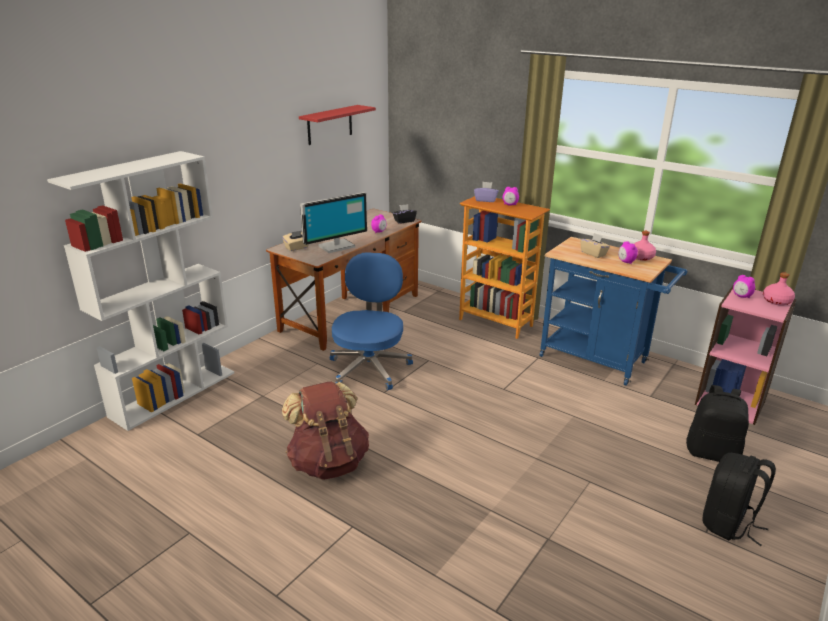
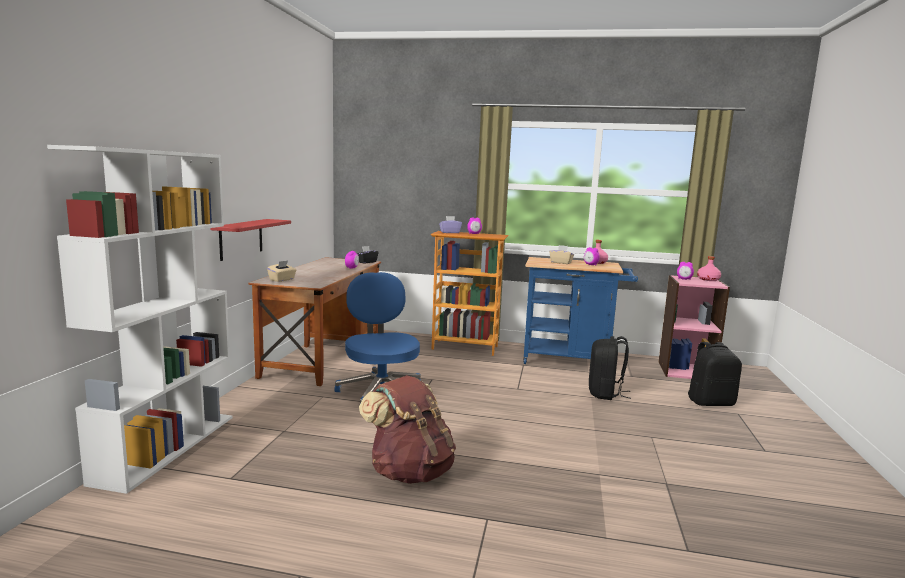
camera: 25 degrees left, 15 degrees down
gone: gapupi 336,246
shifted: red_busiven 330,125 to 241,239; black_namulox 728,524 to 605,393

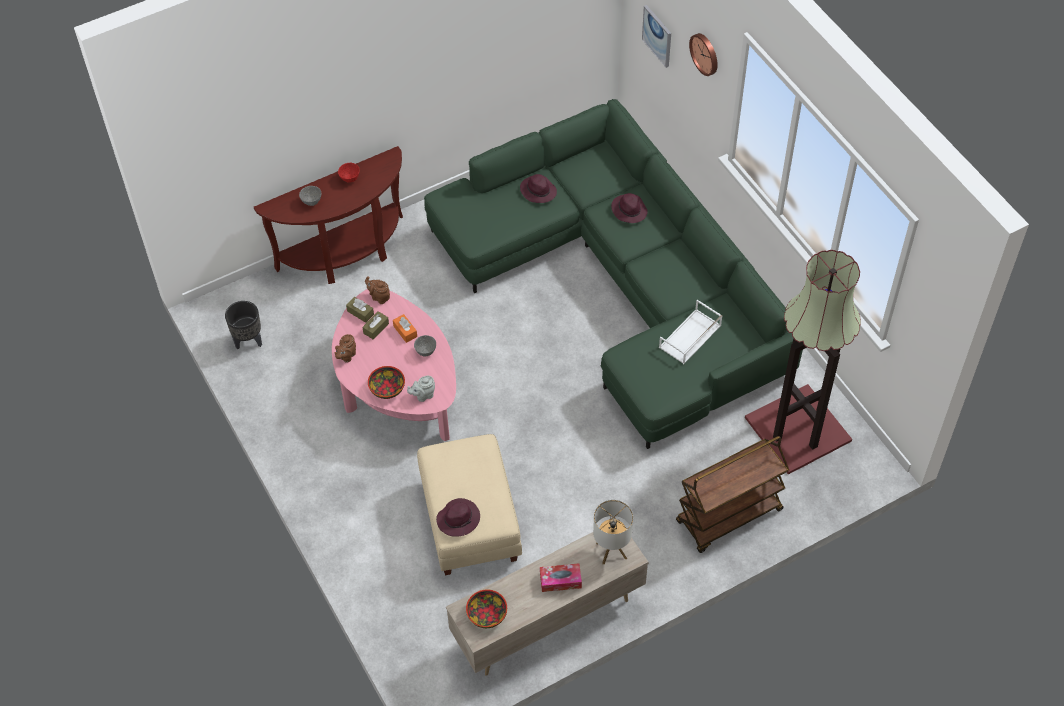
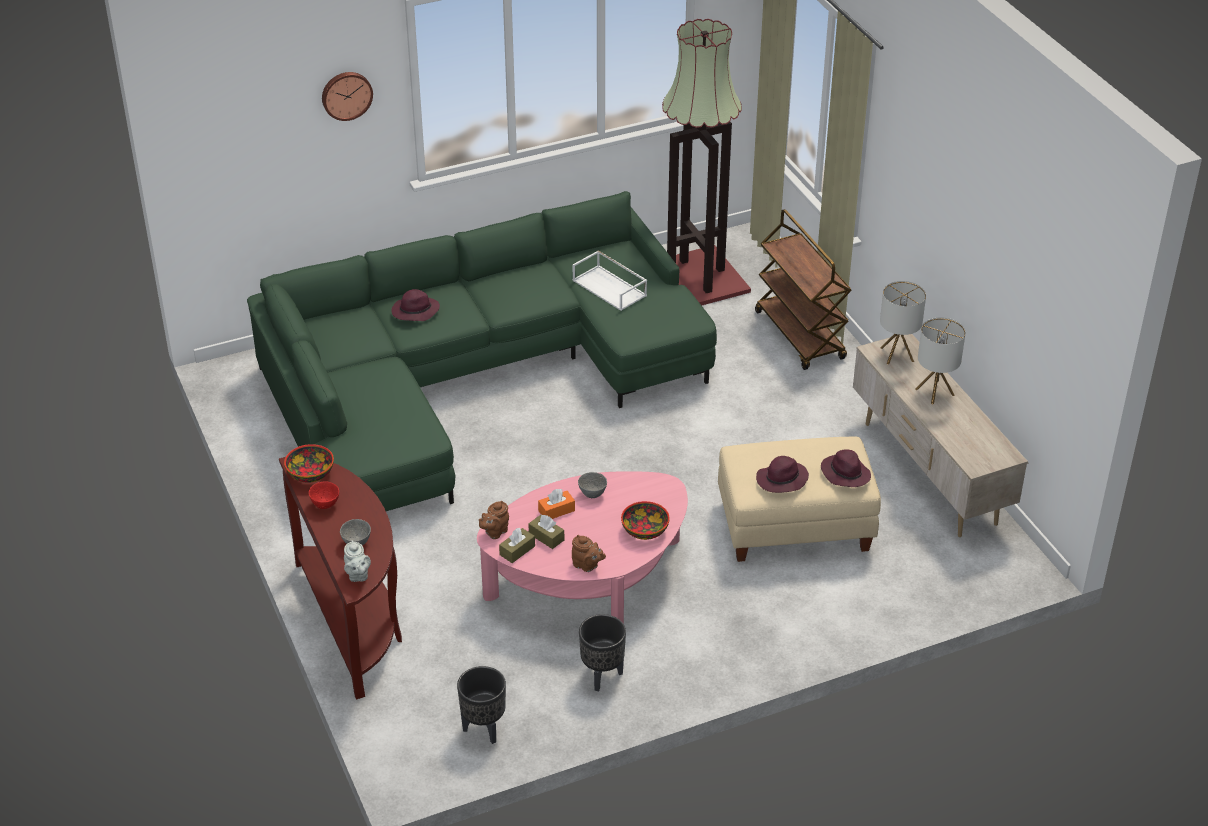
camera: 85 degrees left, 15 degrees down
gone: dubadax 657,35
new: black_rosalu 602,676
shifted: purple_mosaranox 538,191 to 781,480; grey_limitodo 423,395 to 357,575; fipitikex 487,614 to 310,473
swapped: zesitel 560,580 to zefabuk 935,392

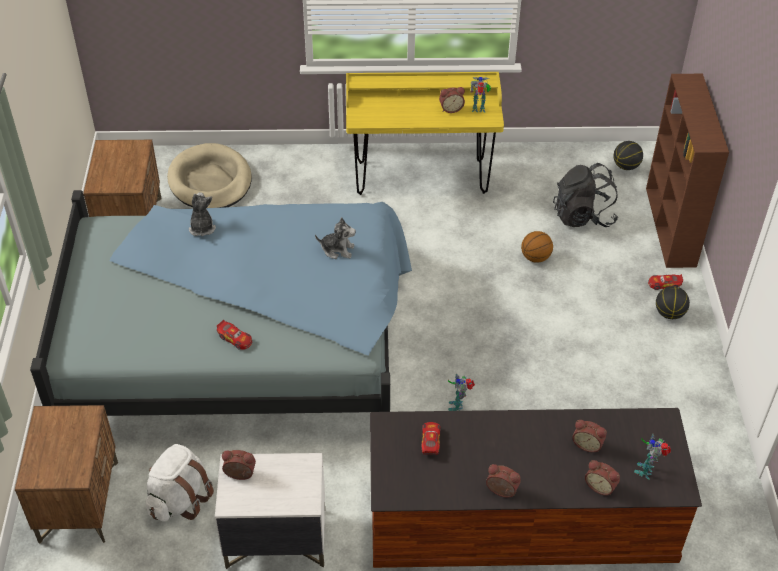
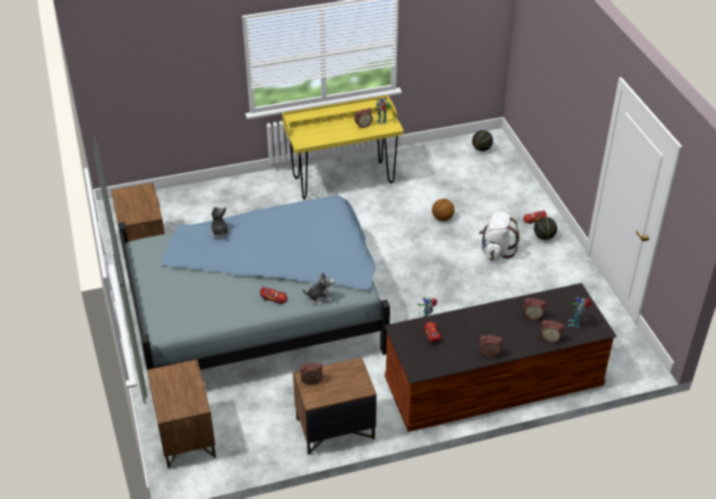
camera: 15 degrees left, 5 degrees down
gone: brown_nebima 671,227; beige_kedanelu 210,181; black_namulox 583,216
shifted: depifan 337,249 to 320,297; white_namulox 179,500 to 496,251
repainted: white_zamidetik 275,539 to brown_zamidetik 334,429

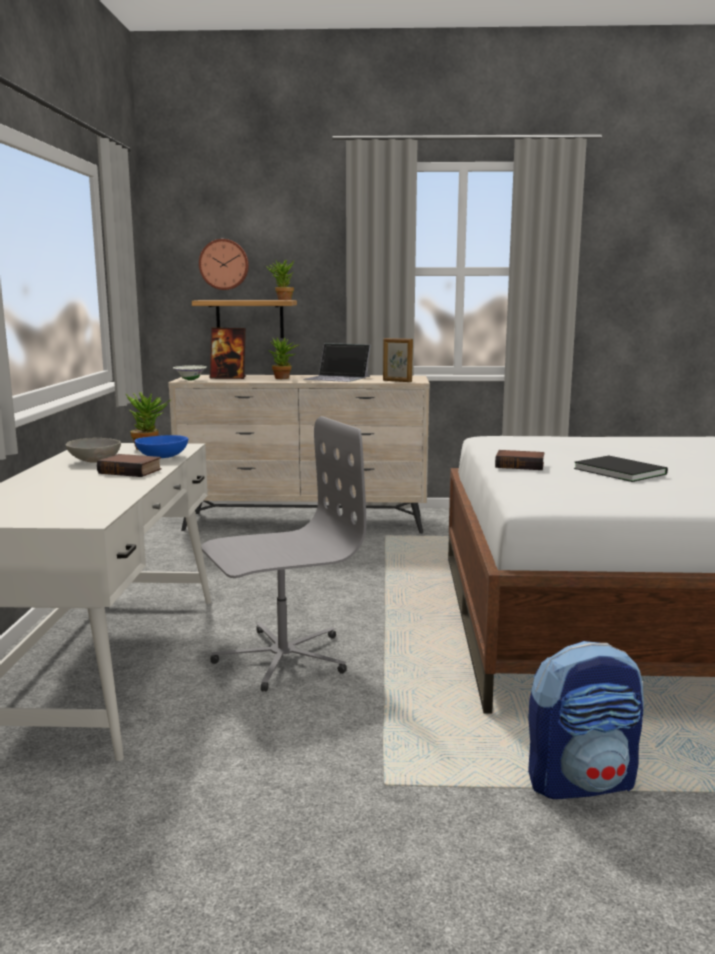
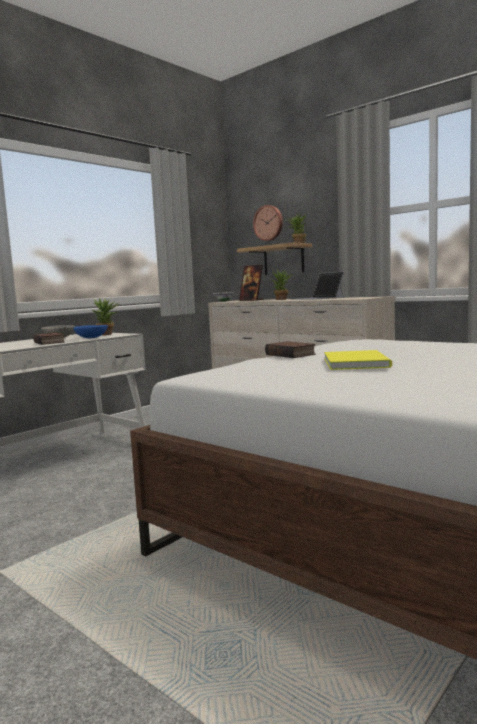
camera: 40 degrees right, 5 degrees down
gone: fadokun 397,381; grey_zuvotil 282,657; namulox 582,781
repainted: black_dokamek 619,470 to yellow_dokamek 357,362

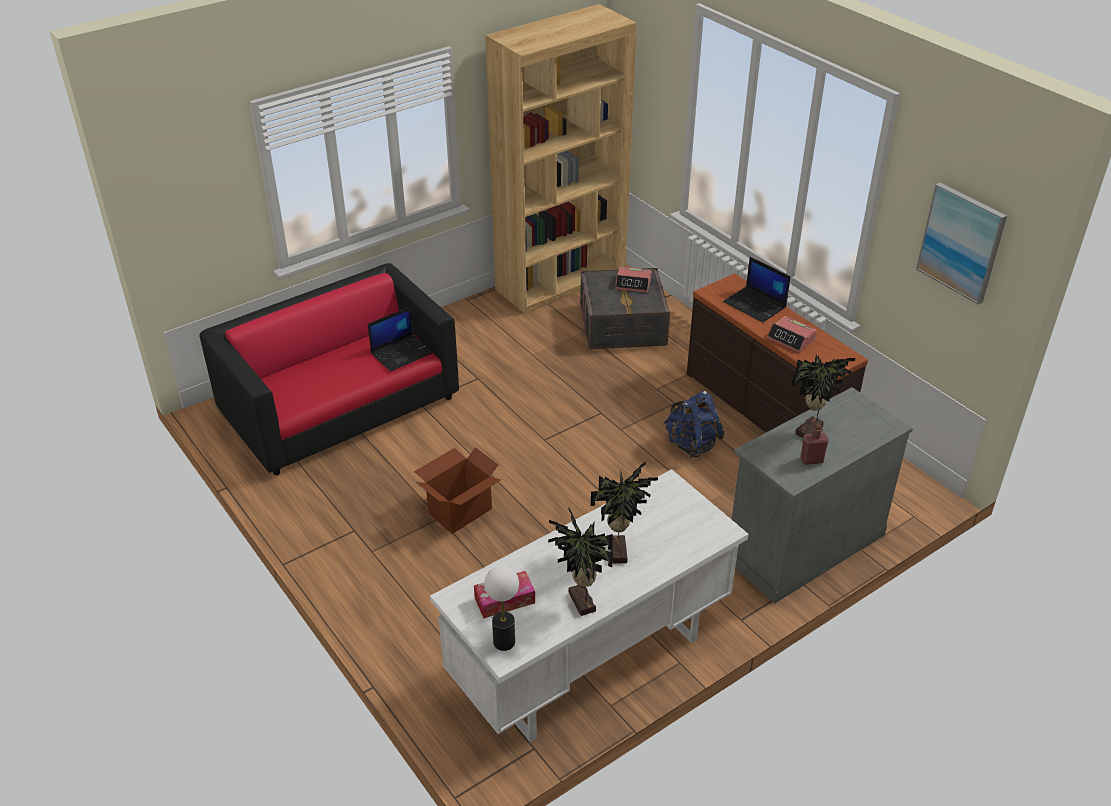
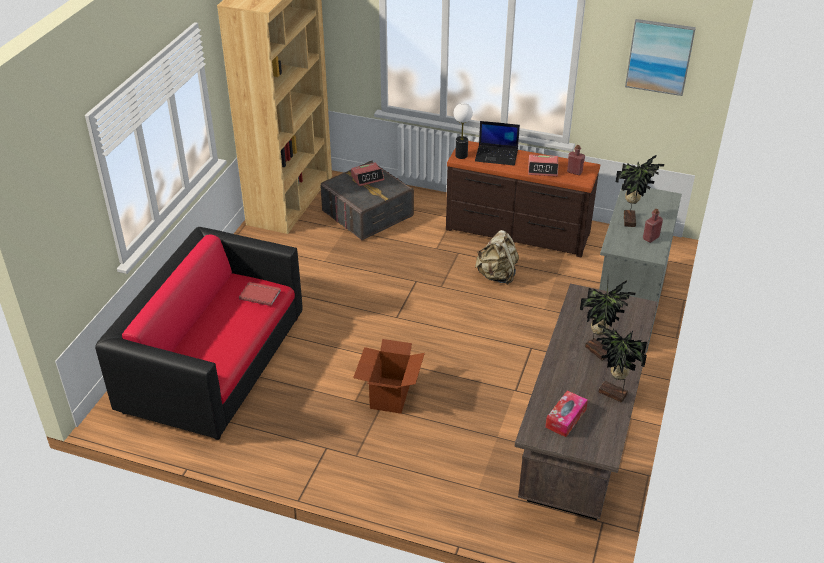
camera: 35 degrees left, 0 degrees up
new: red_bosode 574,172
shifted: zefabuk 504,642 to 461,155
swapped: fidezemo 402,353 to red_dokamek 260,294
repainted: blue_namulox 691,444 to beige_namulox 497,275; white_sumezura 590,662 to brown_sumezura 579,448

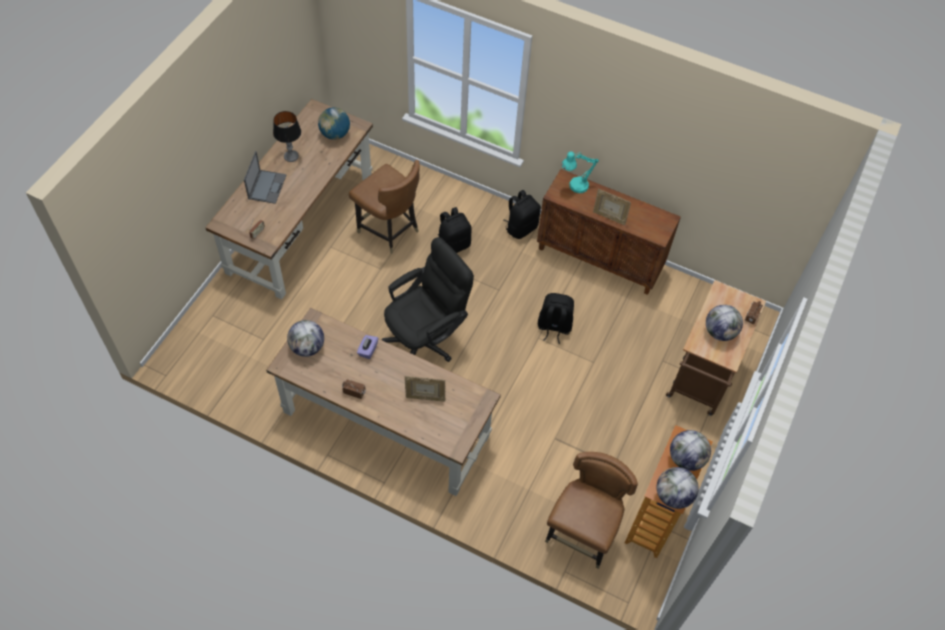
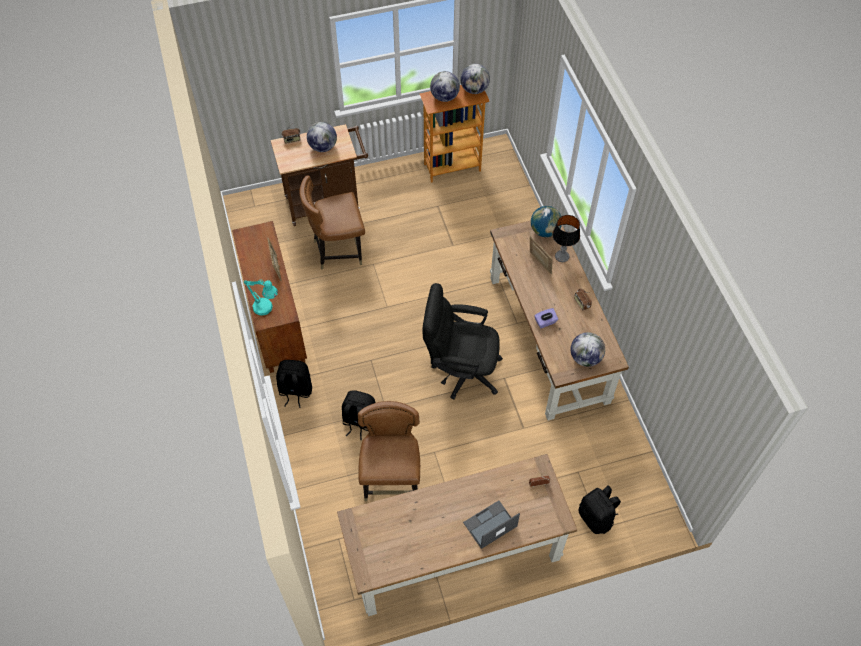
camera: 130 degrees left, 0 degrees up
shifted: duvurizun 335,134 to 544,231; zefabuk 291,156 to 562,256; black_namulox 554,327 to 596,518; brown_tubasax 582,534 to 338,250

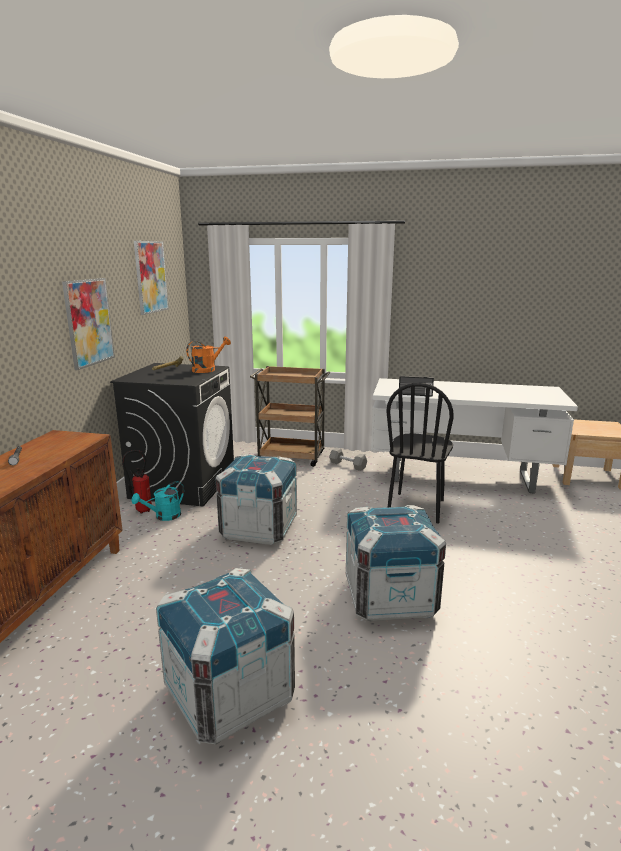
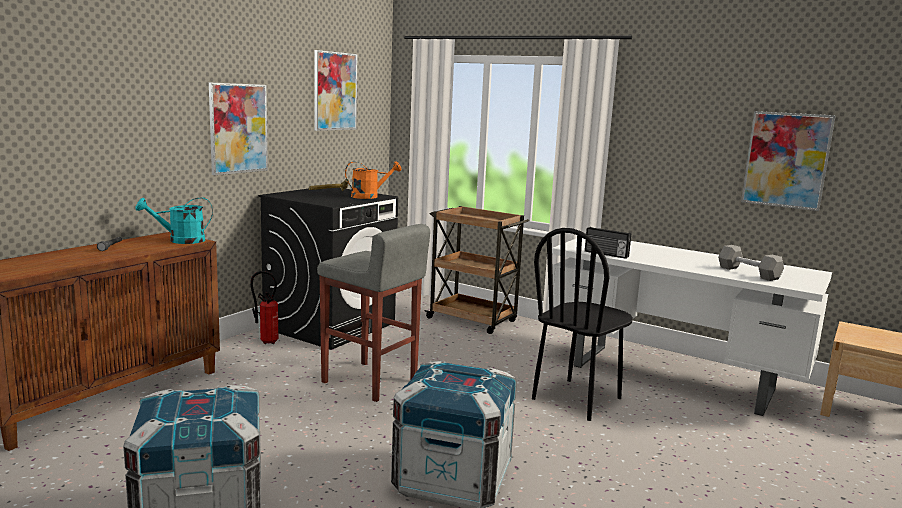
camera: 20 degrees right, 5 degrees down
new: dubadax 786,160
shifted: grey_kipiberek 347,465 to 748,273; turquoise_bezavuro 163,516 to 180,241
swapped: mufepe 259,528 to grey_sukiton 370,382

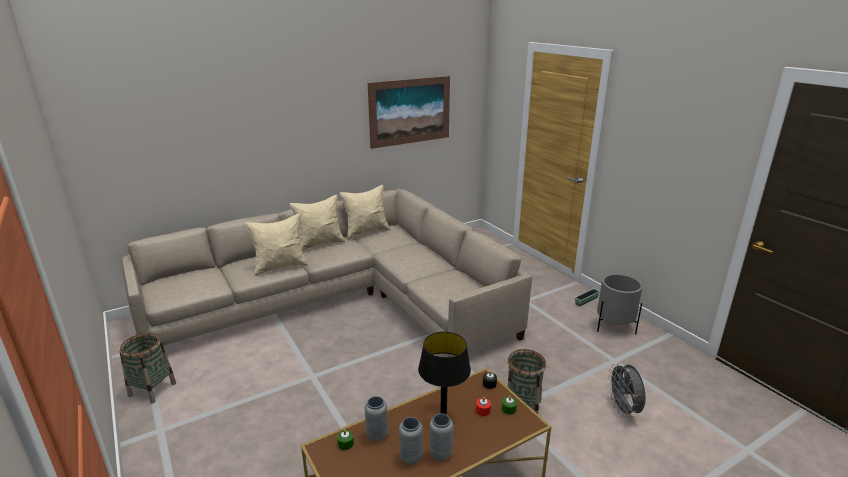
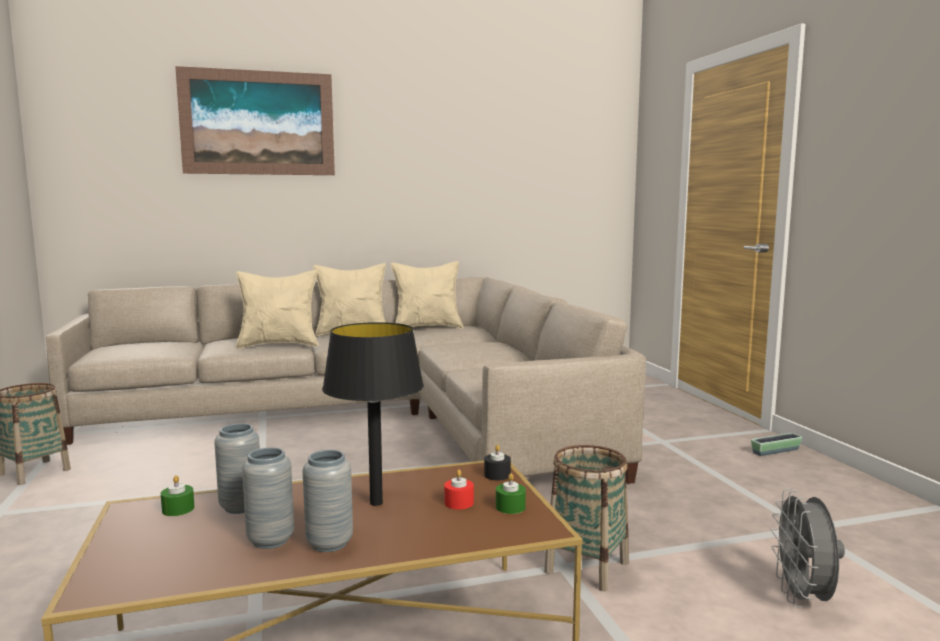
camera: 15 degrees right, 15 degrees down
gone: grey_rosalu 614,326
shifted: dubadax 410,111 to 258,123

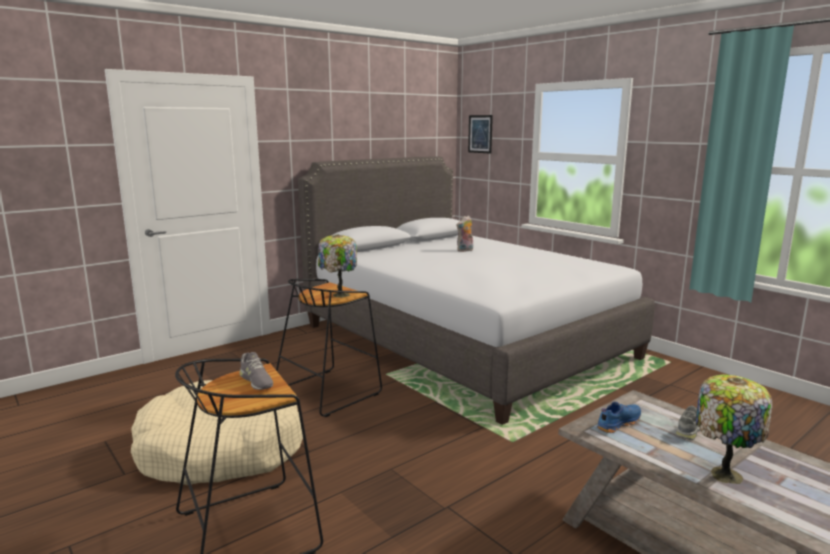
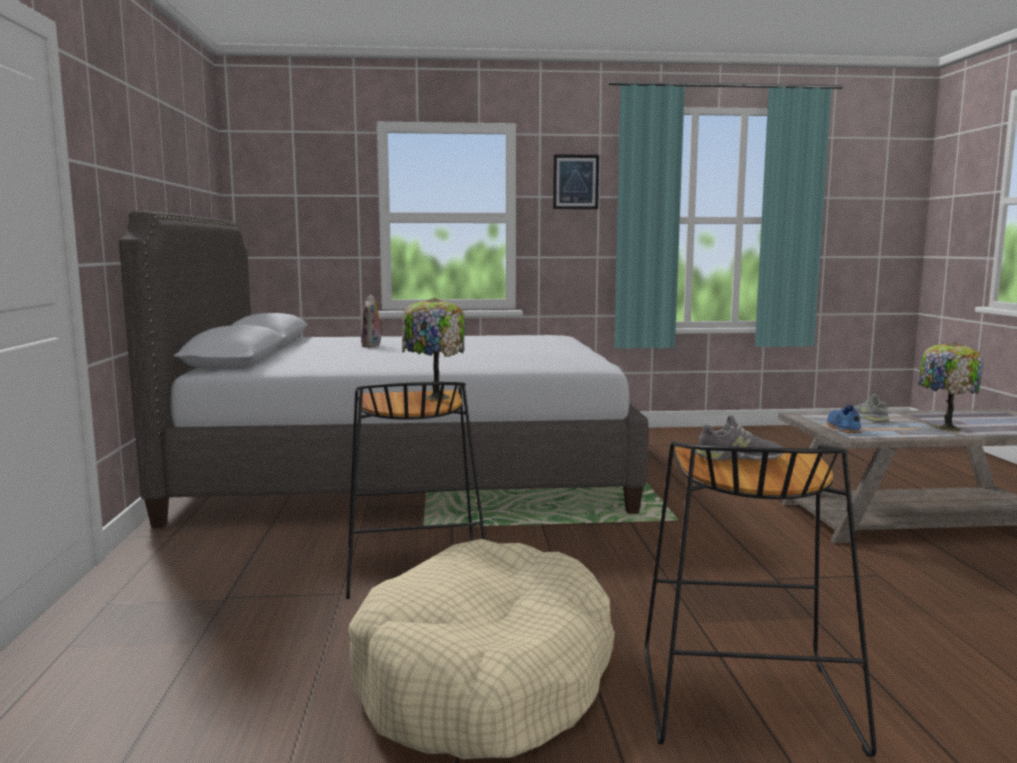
camera: 55 degrees left, 5 degrees down
shifted: dubadax 480,134 to 575,182

